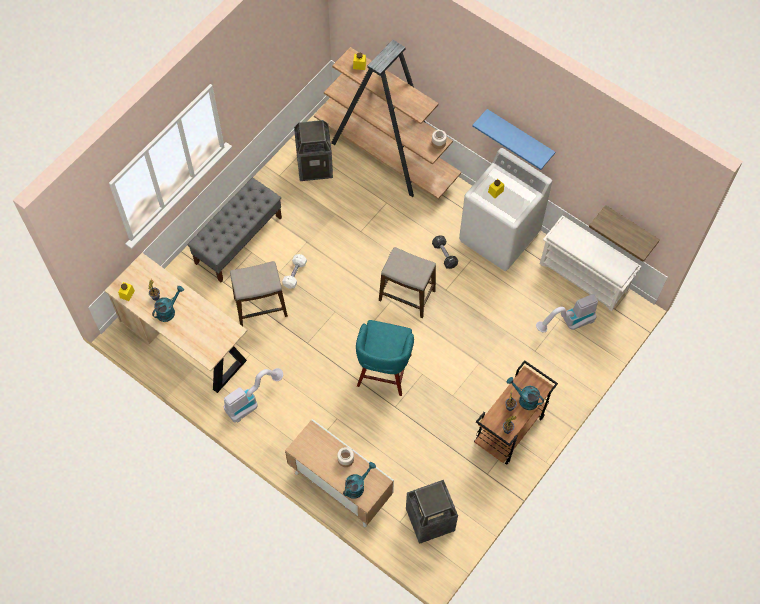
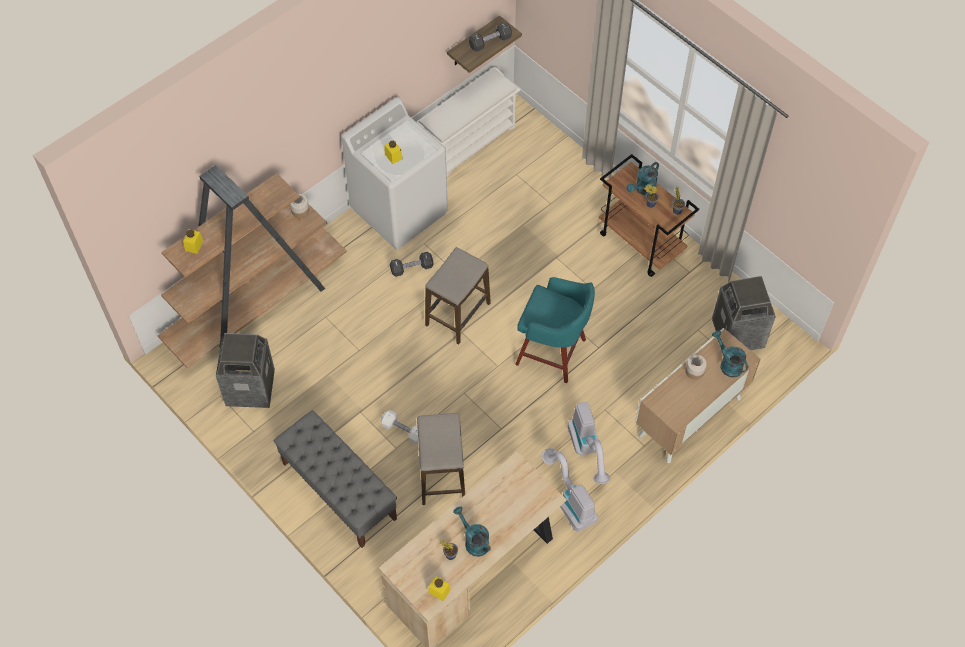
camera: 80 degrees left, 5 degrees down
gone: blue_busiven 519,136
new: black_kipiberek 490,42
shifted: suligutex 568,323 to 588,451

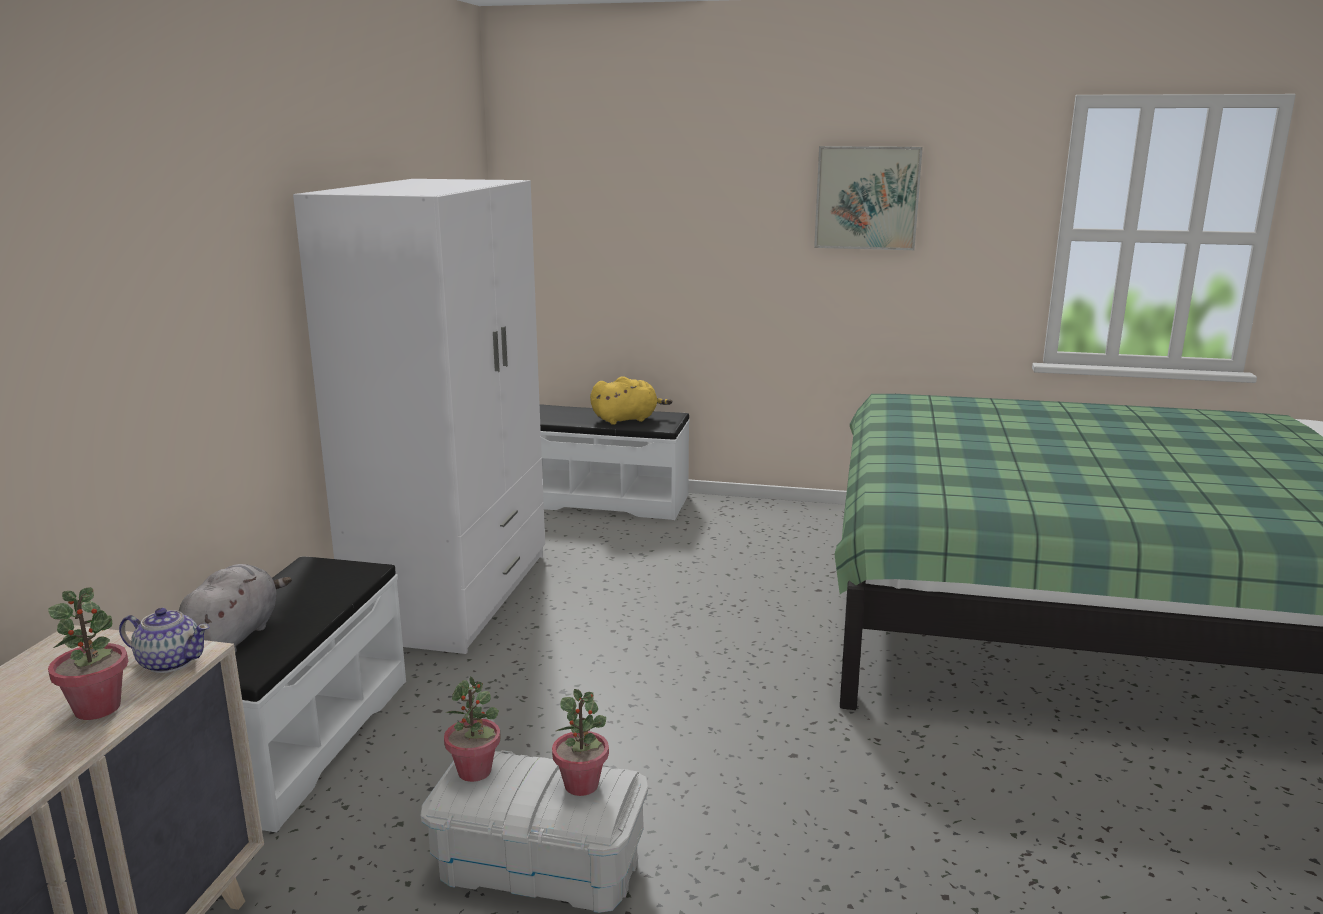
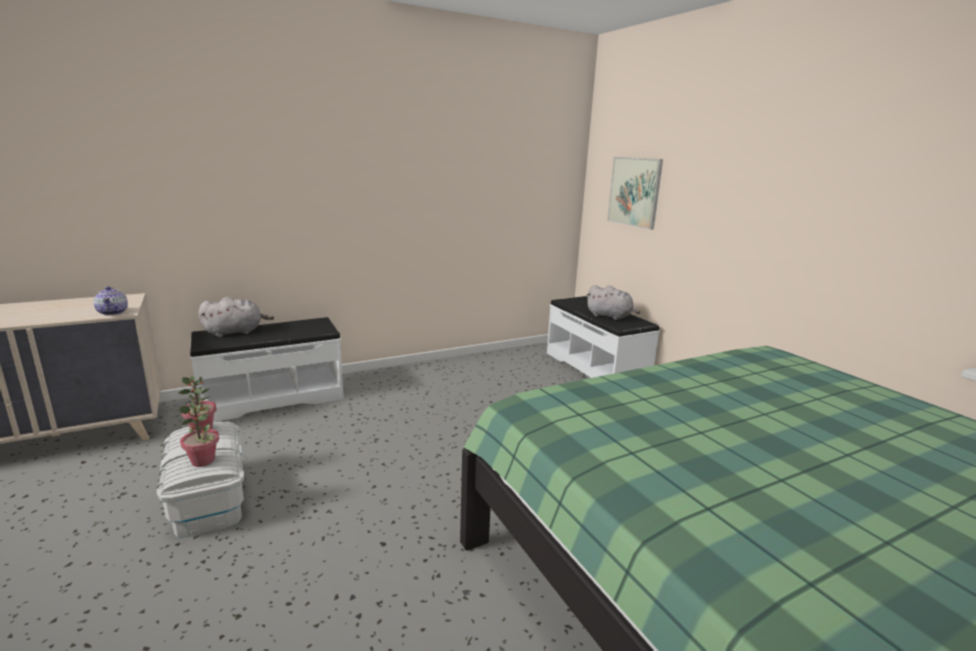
camera: 50 degrees right, 0 degrees up
gone: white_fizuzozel 455,594; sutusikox 98,708
shifted: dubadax 867,198 to 634,192
repainted: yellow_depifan 627,419 to grey_depifan 610,316

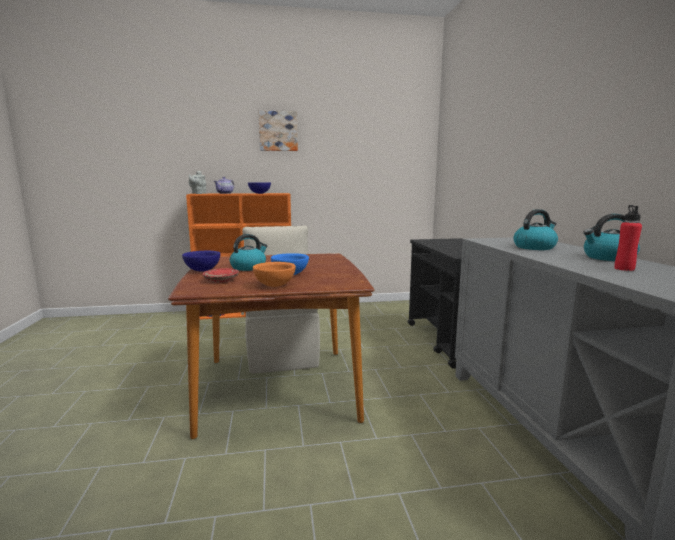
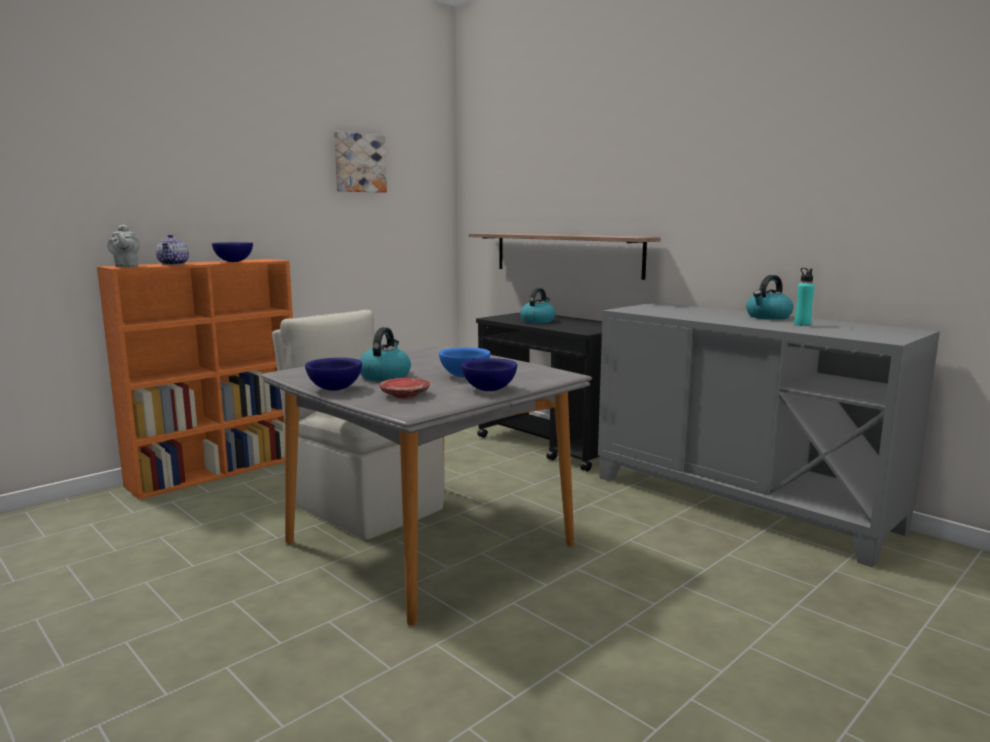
camera: 35 degrees left, 0 degrees up
new: busiven 566,254
shifted: dubadax 278,131 to 359,163; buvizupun 534,247 to 537,321
repainted: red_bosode 624,269 to turquoise_bosode 802,324; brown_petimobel 278,387 to grey_petimobel 428,543; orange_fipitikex 275,285 to blue_fipitikex 490,389

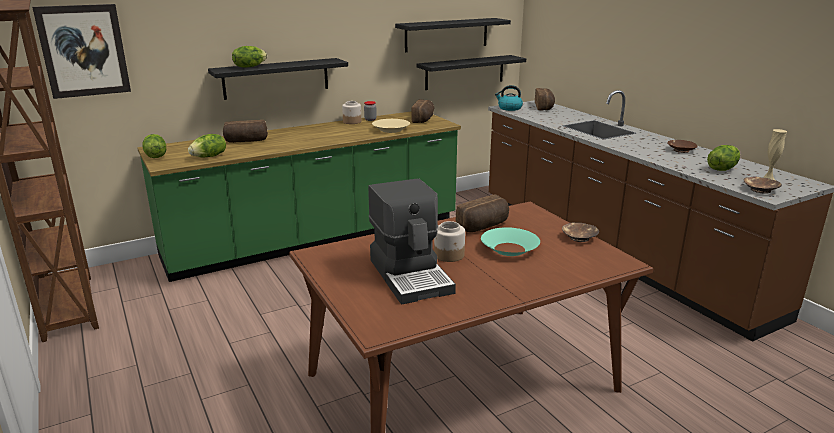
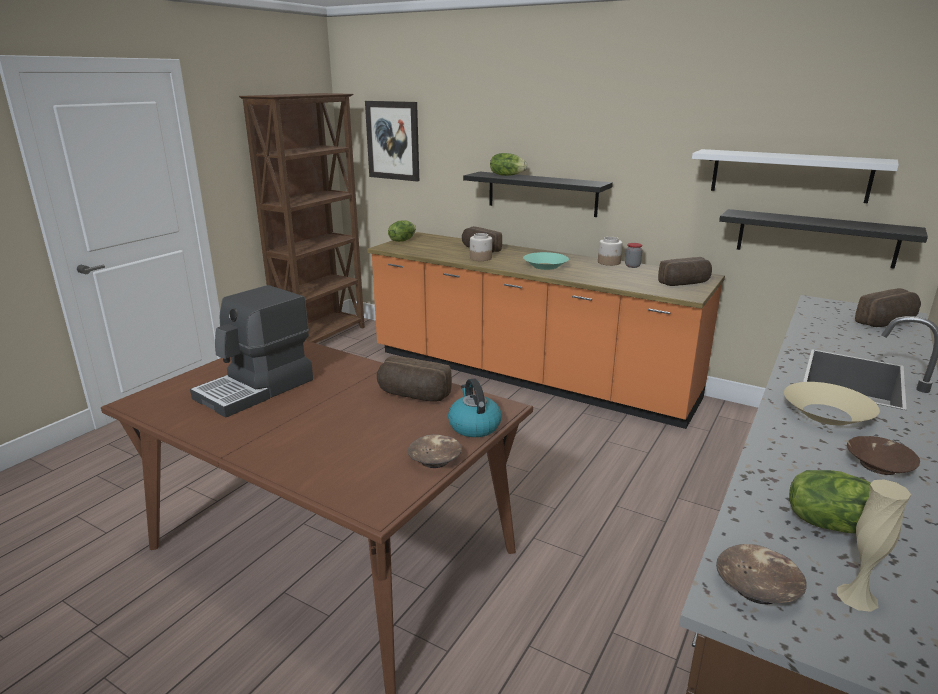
camera: 60 degrees right, 0 degrees up
gone: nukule 209,156
shifted: buvizupun 509,108 to 474,426; beige_fipitikex 391,130 to 826,414; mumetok 449,255 to 480,258; turquoise_fipitikex 509,249 to 545,266
repainted: black_busiven 446,34 to white_busiven 789,175; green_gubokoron 315,238 to orange_gubokoron 528,376

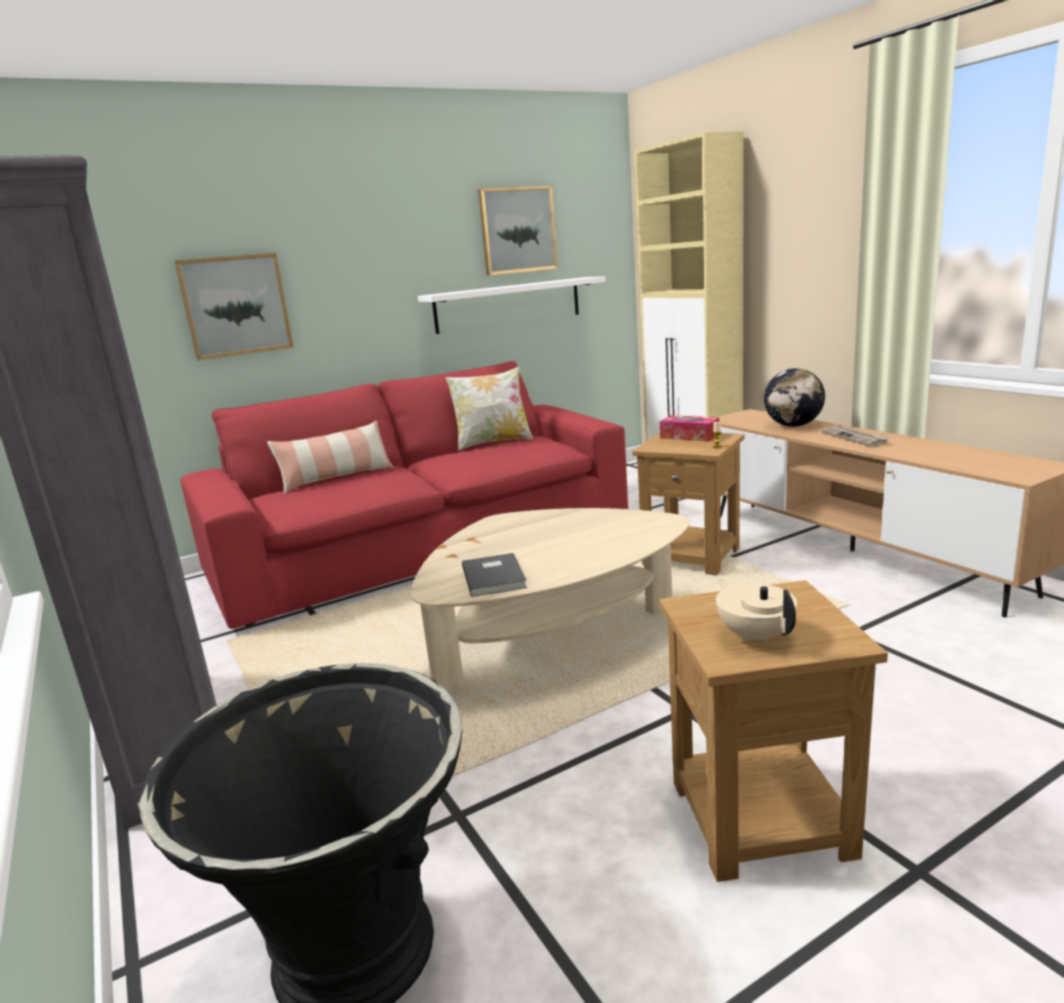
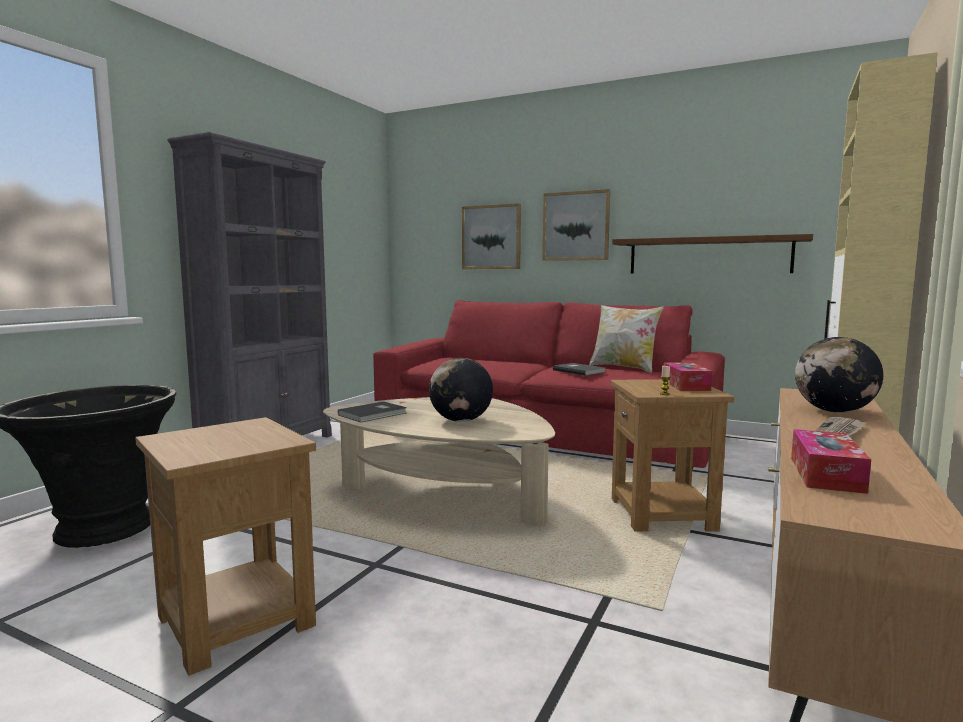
camera: 55 degrees right, 10 degrees down
gone: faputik 336,478; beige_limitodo 755,635
new: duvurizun 460,420; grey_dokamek 579,371; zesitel 826,474
shifted: dubadax 517,230 to 576,226
repainted: white_busiven 508,304 to brown_busiven 708,256

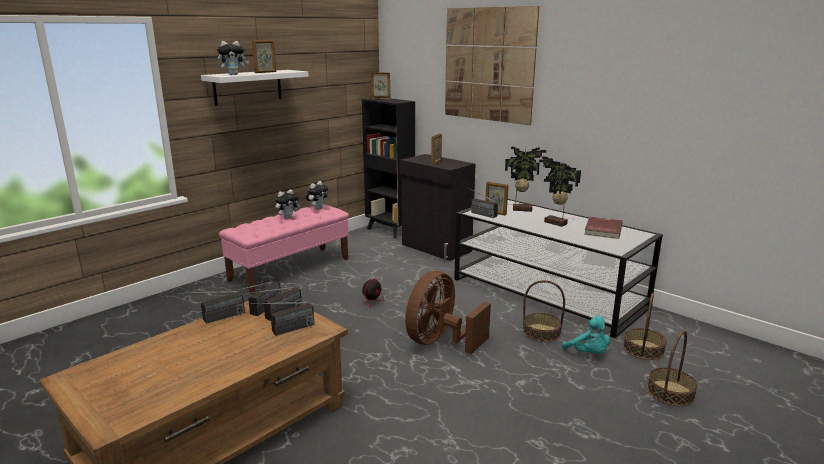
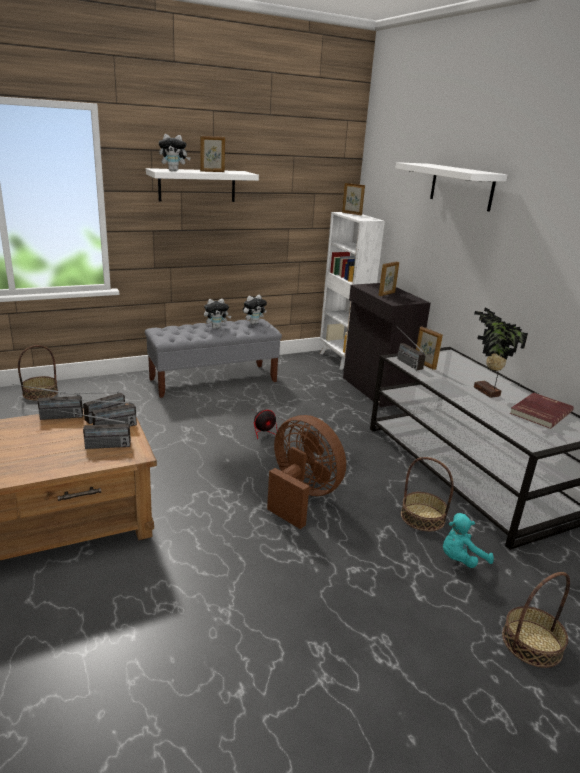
camera: 20 degrees right, 5 degrees up
gone: sutusikox 521,209
shifted: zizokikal 643,349 to 40,393
swapped: dubadax 488,65 to white_busiven 461,186
repainted: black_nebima 389,231 to white_nebima 341,360; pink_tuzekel 290,269 to grey_tuzekel 214,380
rotated: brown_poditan 440,342 = 301,496 75 degrees clockwise; turquoise_depifan 588,354 = 460,559 75 degrees clockwise

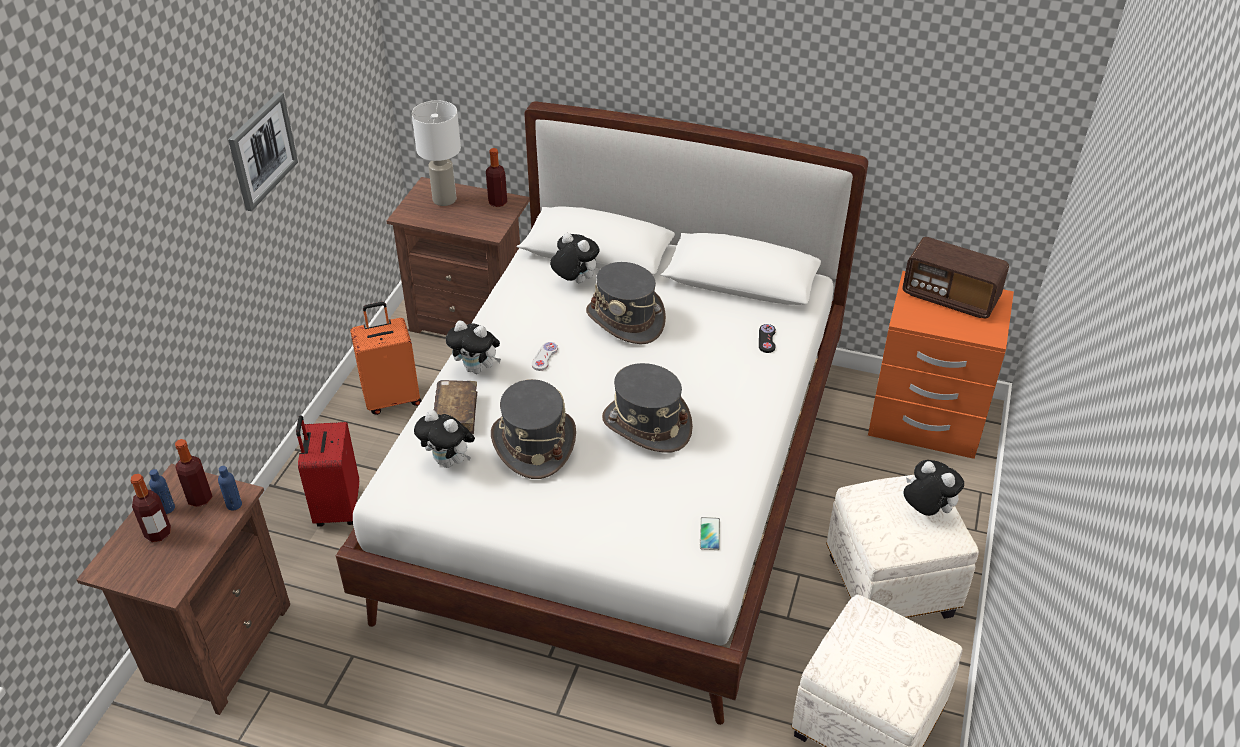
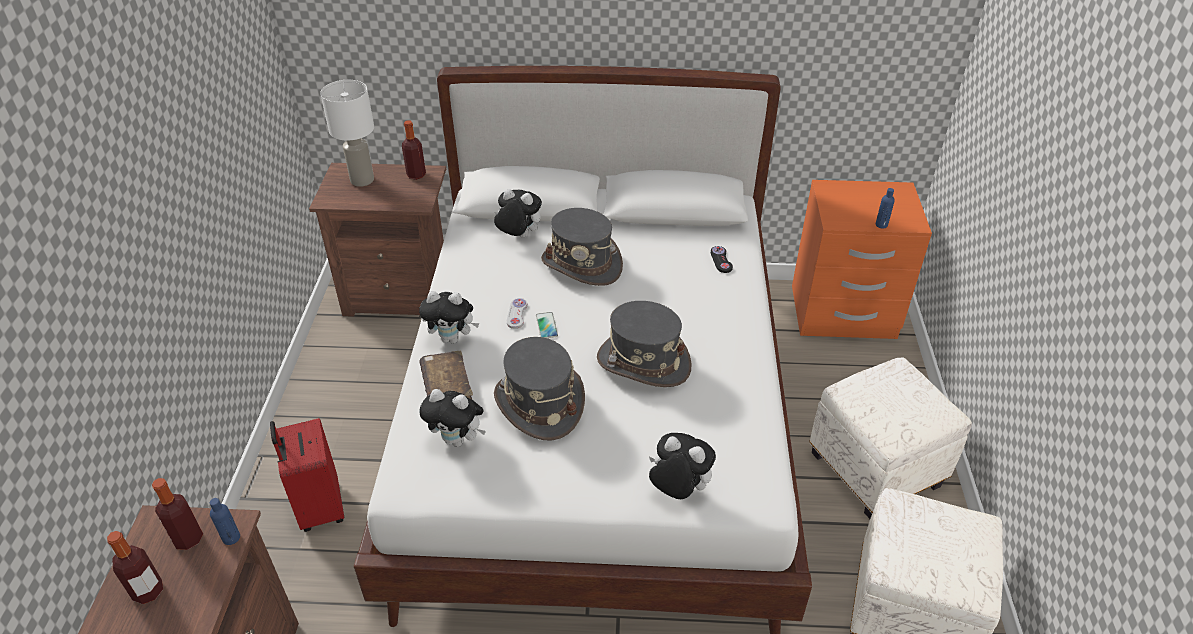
camera: 15 degrees left, 0 degrees up
gone: dubadax 261,150; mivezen 950,297; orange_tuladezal 392,398
shifted: depifan 926,511 to 677,490; blue_bosode 167,508 to 881,225; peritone 709,534 to 546,326

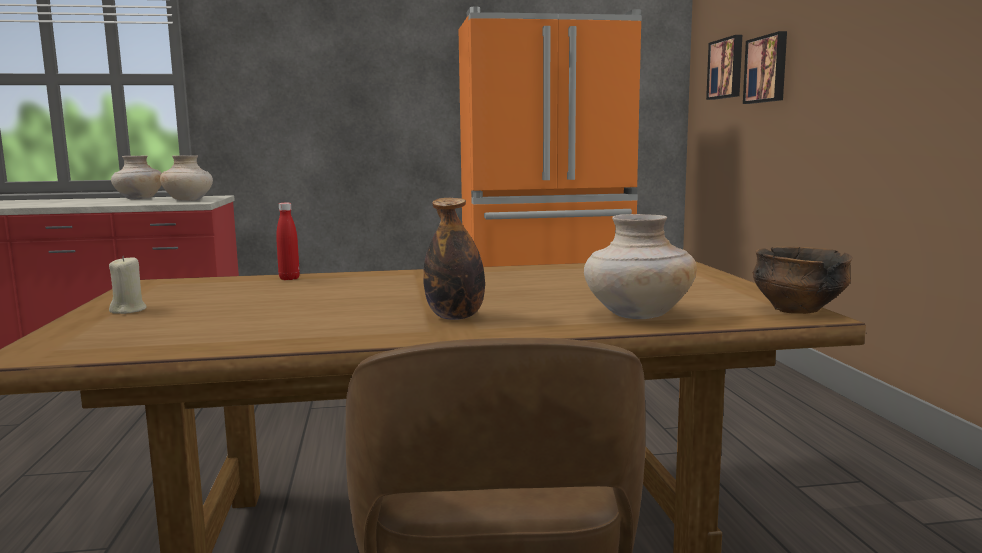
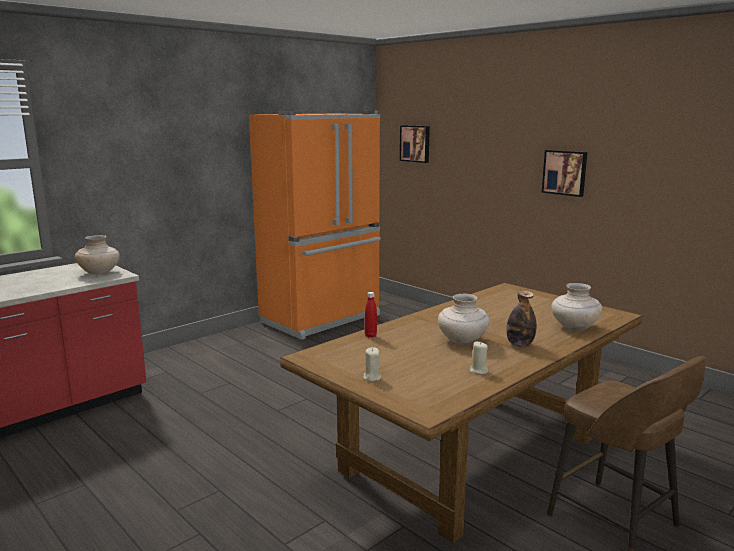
camera: 35 degrees left, 5 degrees up
gone: fipitikex 797,310
new: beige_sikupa 478,371
shifted: dubadax 767,69 to 565,172; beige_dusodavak 139,199 to 462,341

